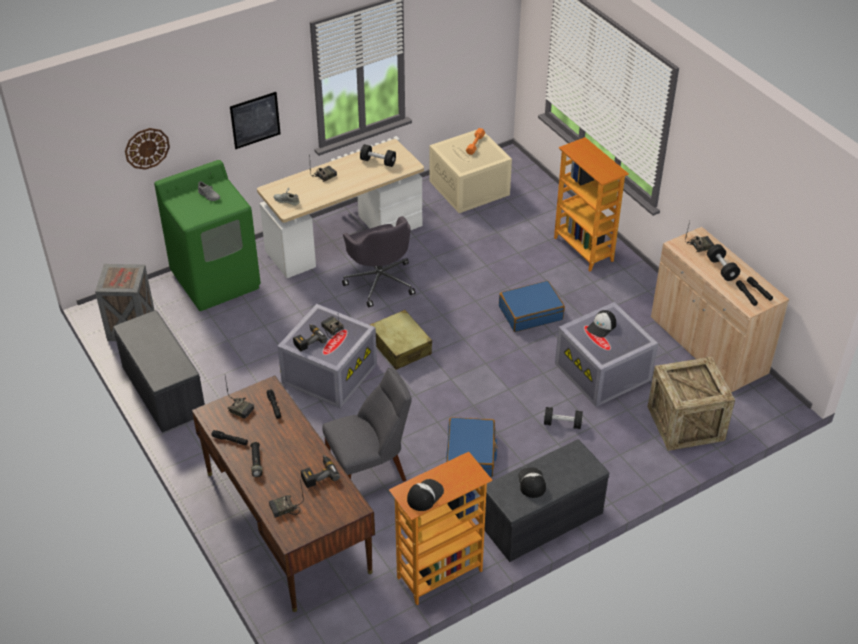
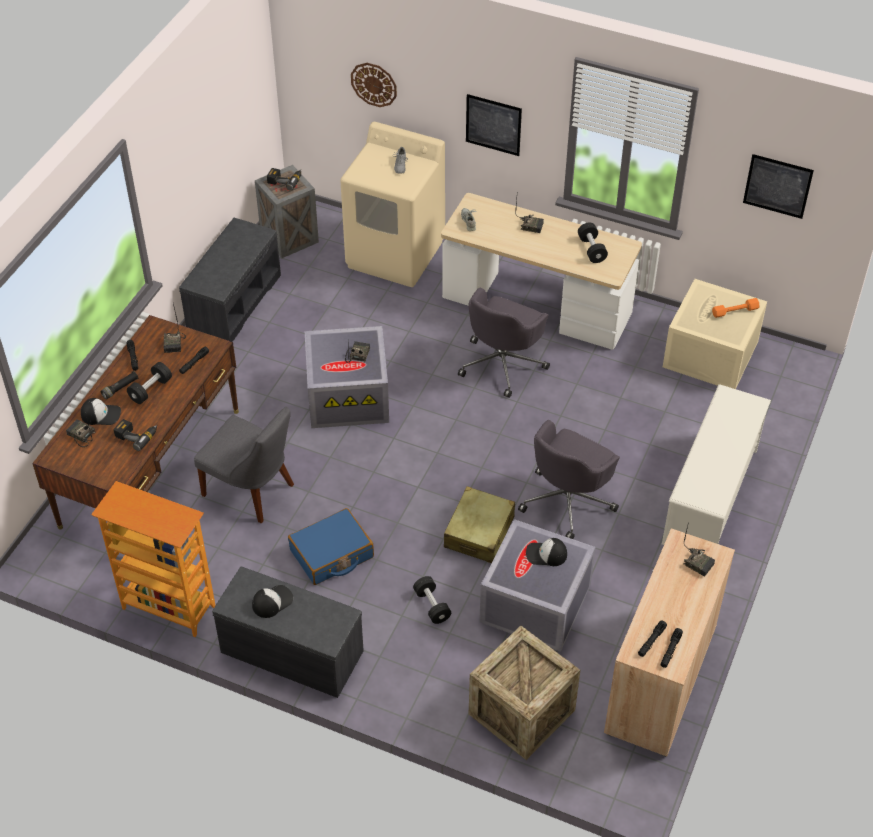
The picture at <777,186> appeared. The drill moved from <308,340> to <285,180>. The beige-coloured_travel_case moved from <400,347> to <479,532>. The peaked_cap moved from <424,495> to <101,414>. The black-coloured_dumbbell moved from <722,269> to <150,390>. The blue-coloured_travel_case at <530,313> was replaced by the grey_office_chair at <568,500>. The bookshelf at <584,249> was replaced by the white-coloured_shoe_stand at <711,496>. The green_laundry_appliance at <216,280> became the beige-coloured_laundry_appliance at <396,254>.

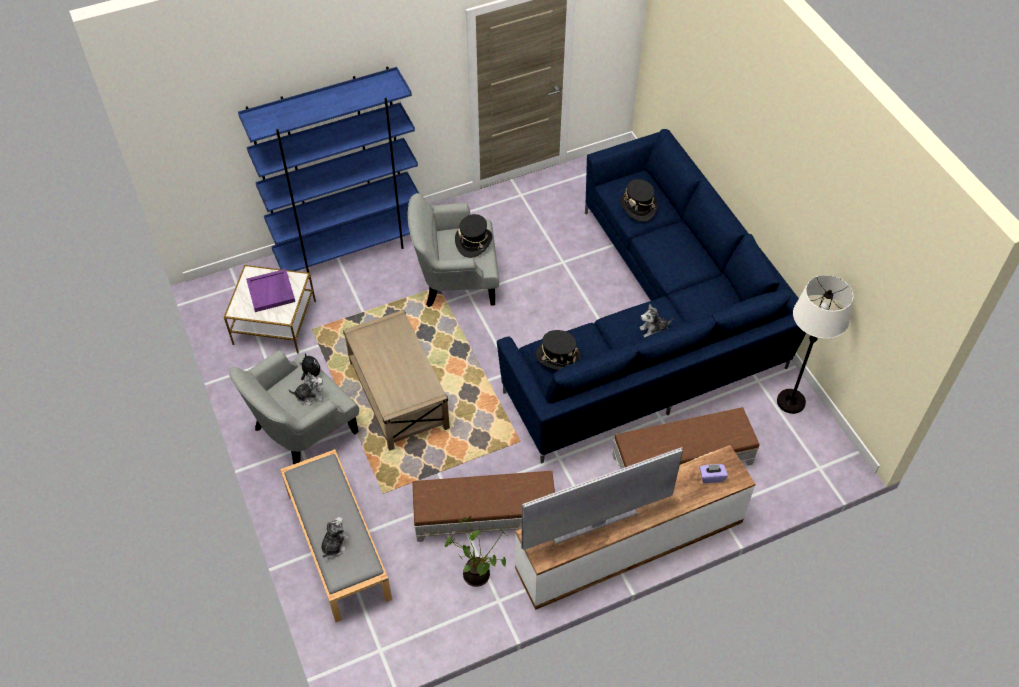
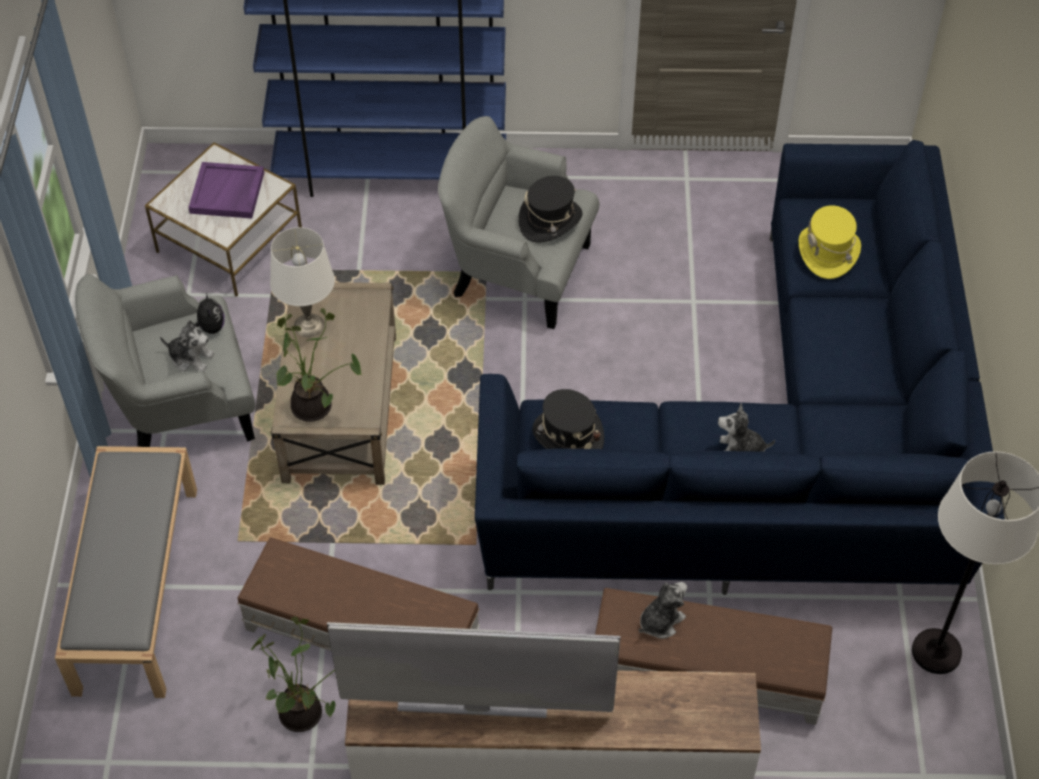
The purple-coloured_tissue_box at <711,477> disappeared. The white-coloured_lamp_for_a_table at <308,325> appeared. The potted_plant at <315,407> appeared. The soft_toy moved from <334,545> to <660,621>. The black-coloured_clothing_hat at <638,207> became the yellow-coloured_clothing_hat at <828,252>.

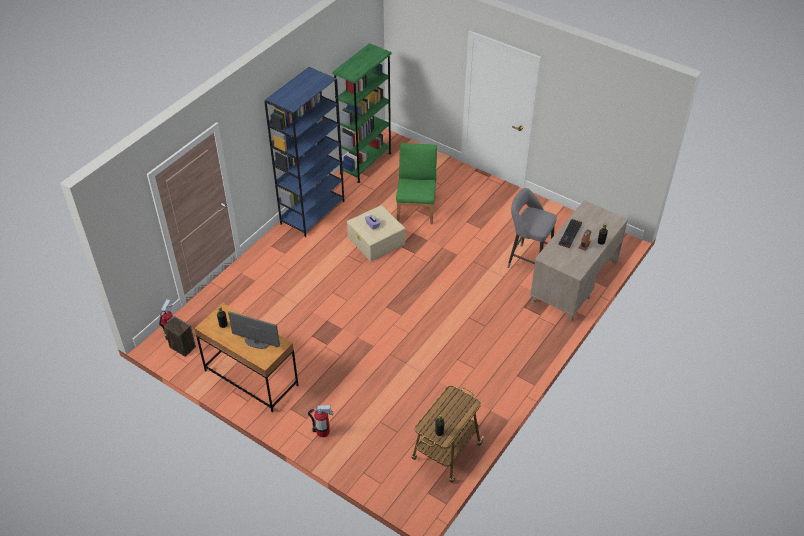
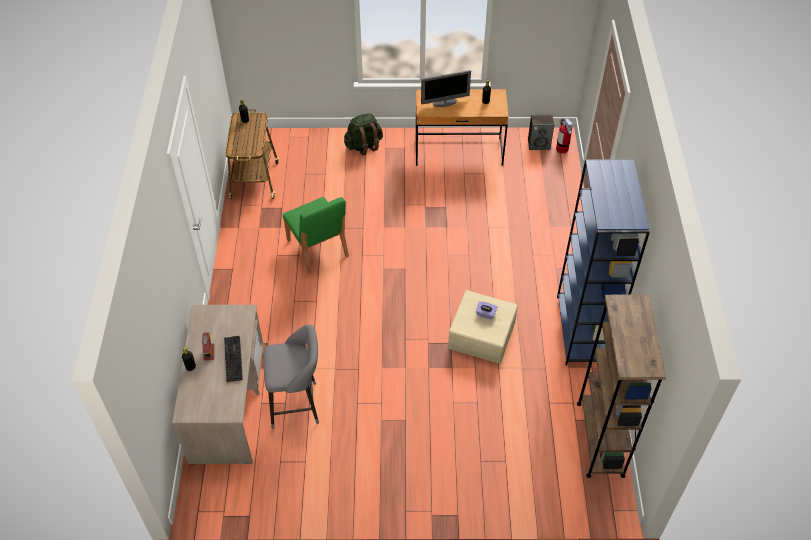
The green_chair moved from <416,209> to <317,249>. The fire_extinguisher at <322,431> was replaced by the green_knapsack at <364,145>. The green_bookshelf at <365,163> became the brown_bookshelf at <600,439>.

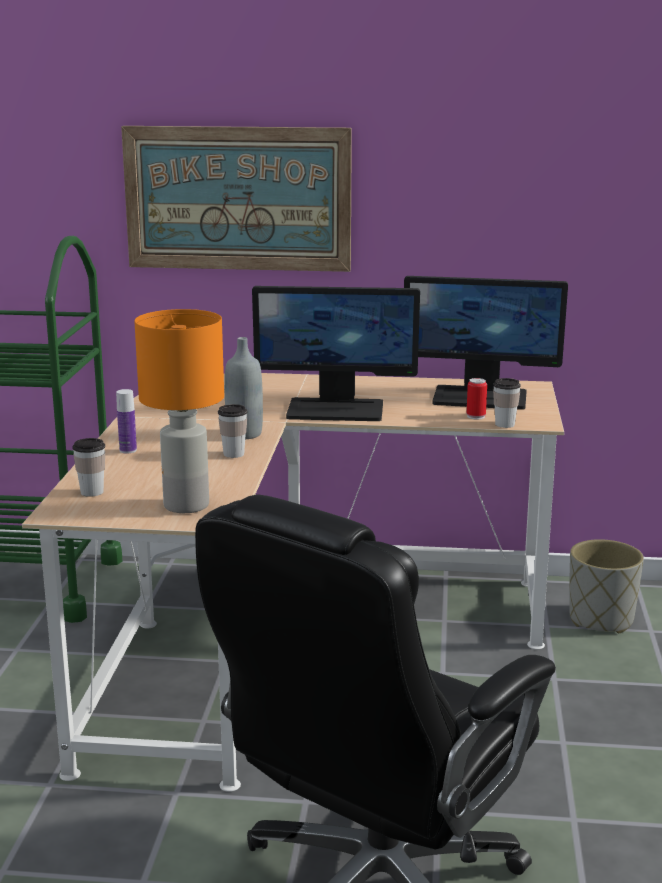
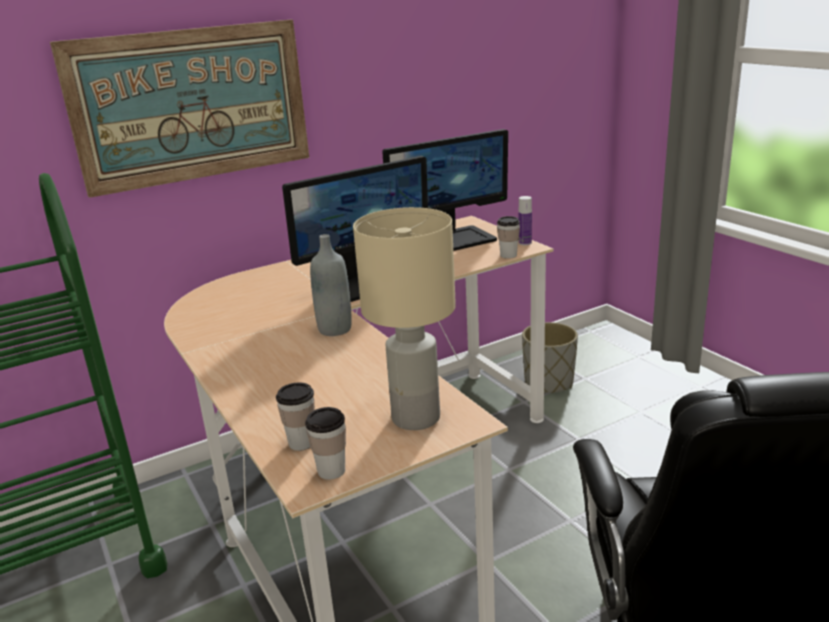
The metal_can at <476,416> disappeared. The bottle moved from <128,450> to <525,243>. The cup moved from <233,454> to <331,471>. The orangey_lamp_for_a_table at <185,506> became the beige-coloured_lamp_for_a_table at <416,419>.

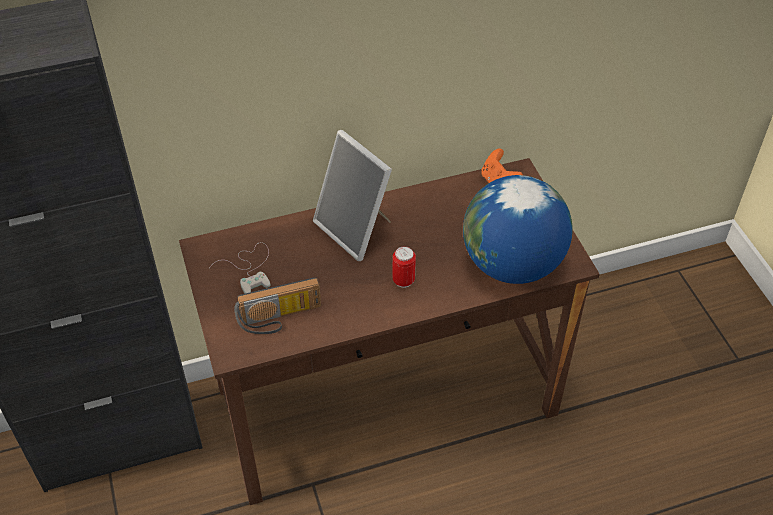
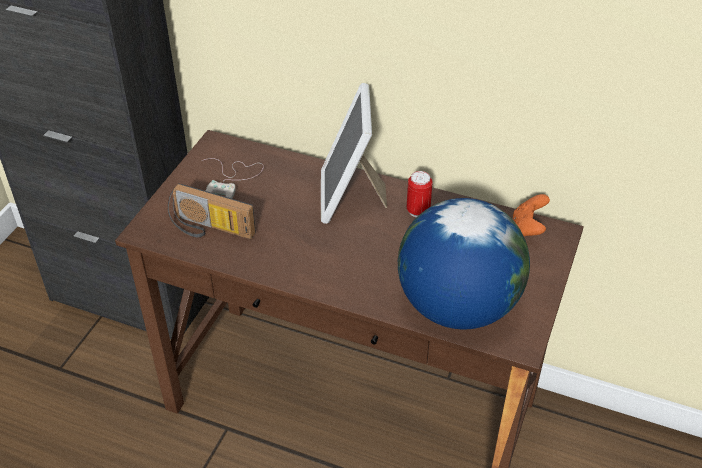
The metal_can moved from <403,280> to <418,211>.

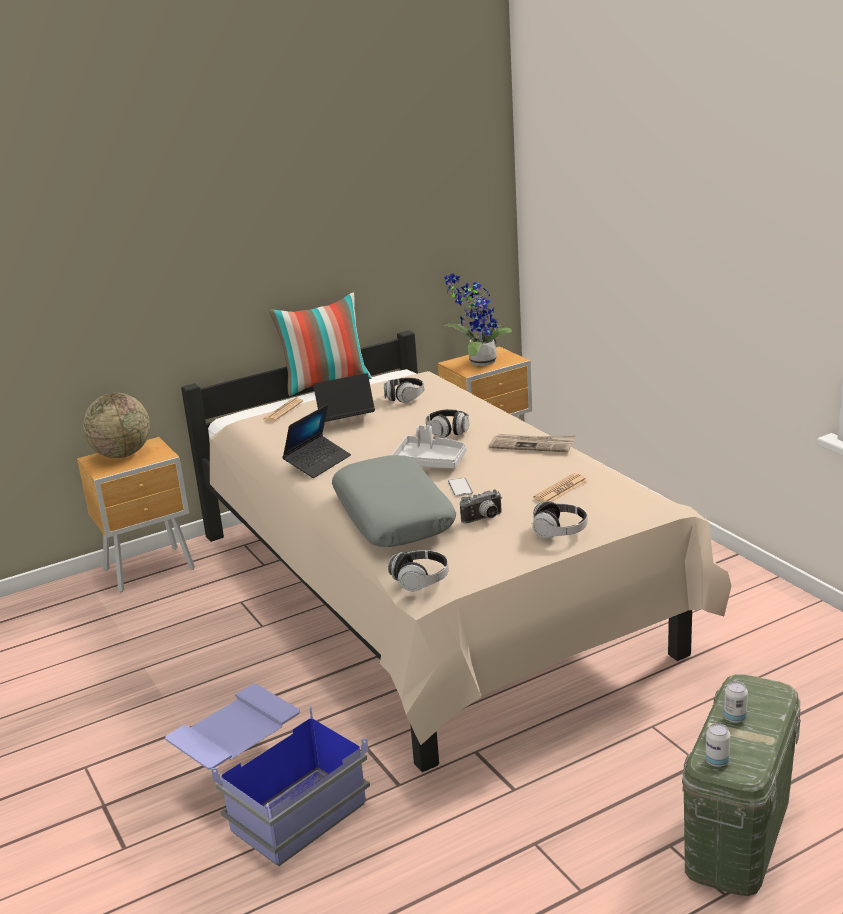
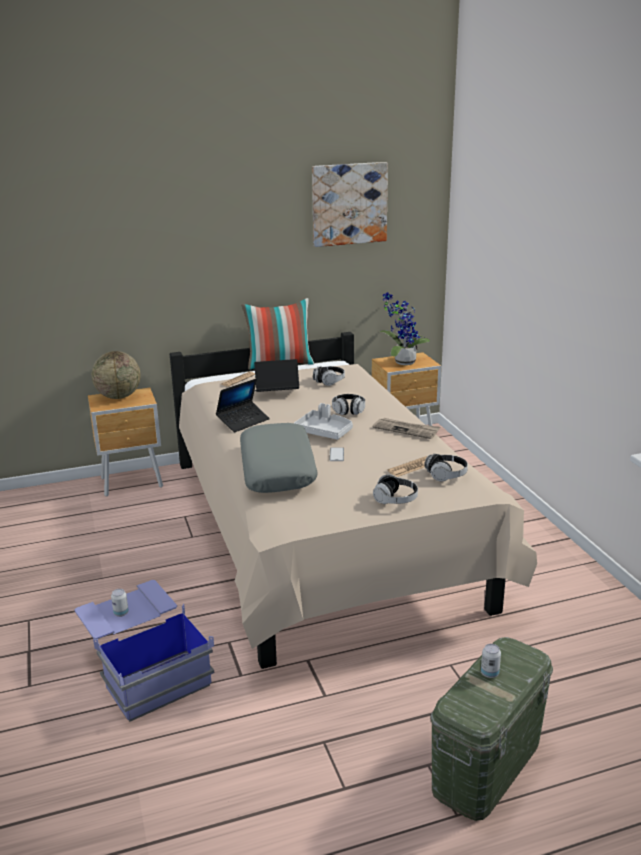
The photo_camera at <484,519> disappeared. The picture at <349,204> appeared. The headset moved from <420,580> to <446,475>. The metal_can moved from <717,761> to <121,613>.

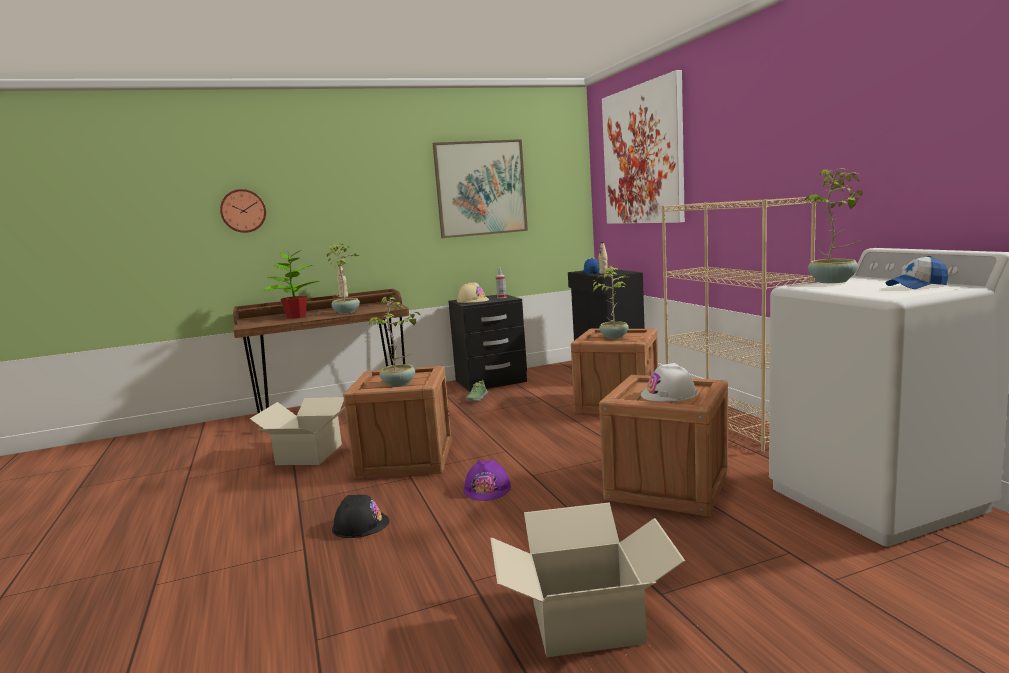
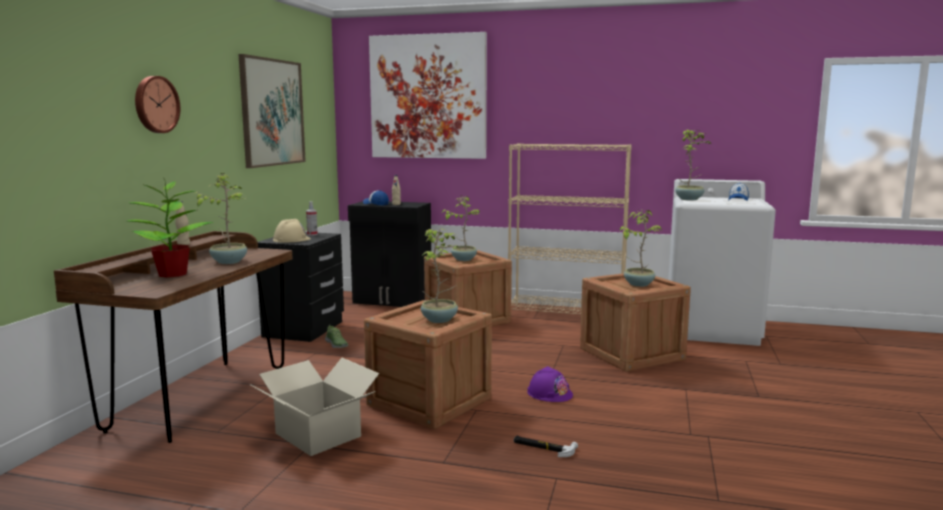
The cardboard_box at <586,621> disappeared. The wall_clock moved from <243,211> to <155,104>. The black-coloured_hard_hat at <360,525> was replaced by the hammer at <543,447>. The white-coloured_hard_hat at <669,394> was replaced by the potted_plant at <638,284>.

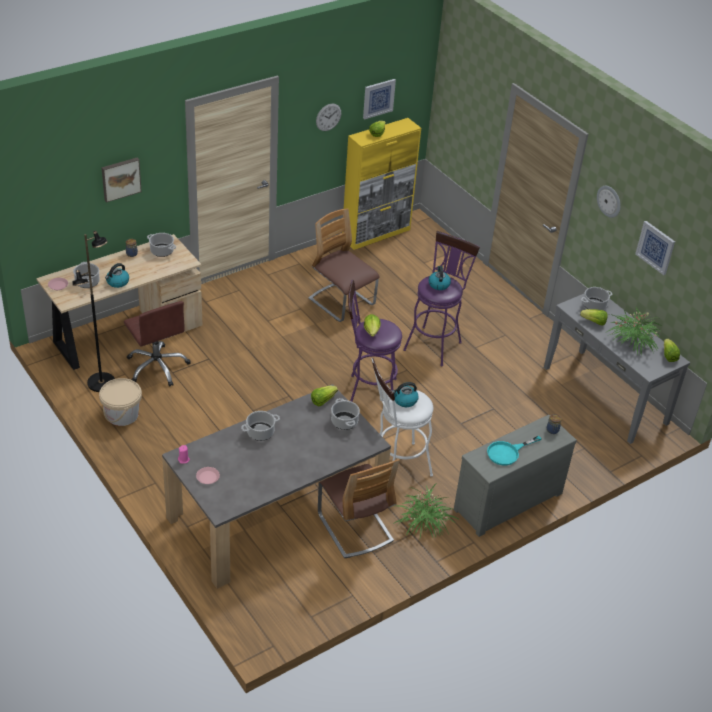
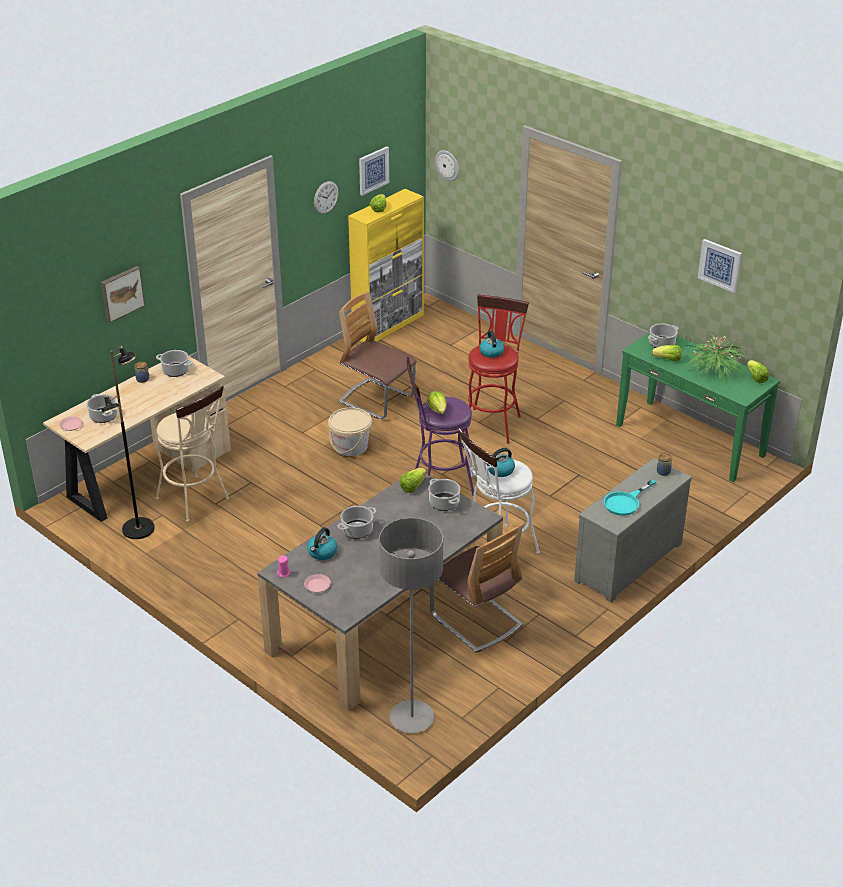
The potted_plant at <424,522> disappeared. The grey_standing_lamp at <412,718> appeared. The beige-coloured_water_bucket moved from <122,415> to <350,446>. The water_kettle moved from <117,282> to <322,553>. The wall_clock moved from <609,201> to <447,165>. The brown_office_chair at <157,367> was replaced by the beige-coloured_sitting_stool at <196,501>. The purple-coloured_sitting_stool at <434,343> became the reddish_sitting_stool at <492,422>. The grey_hall_table at <605,395> became the green_hall_table at <690,440>.

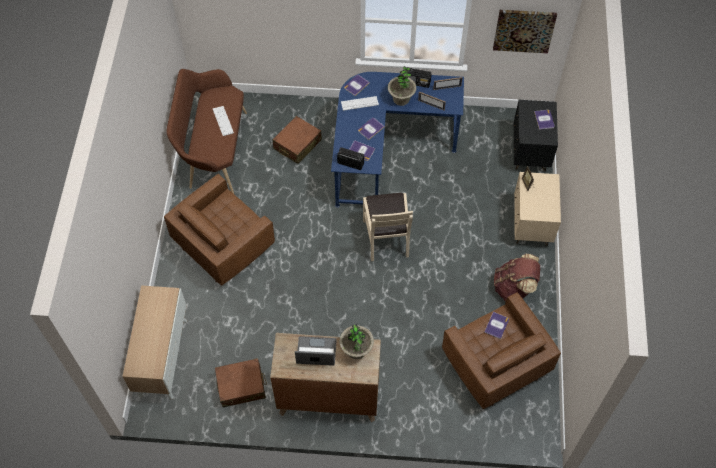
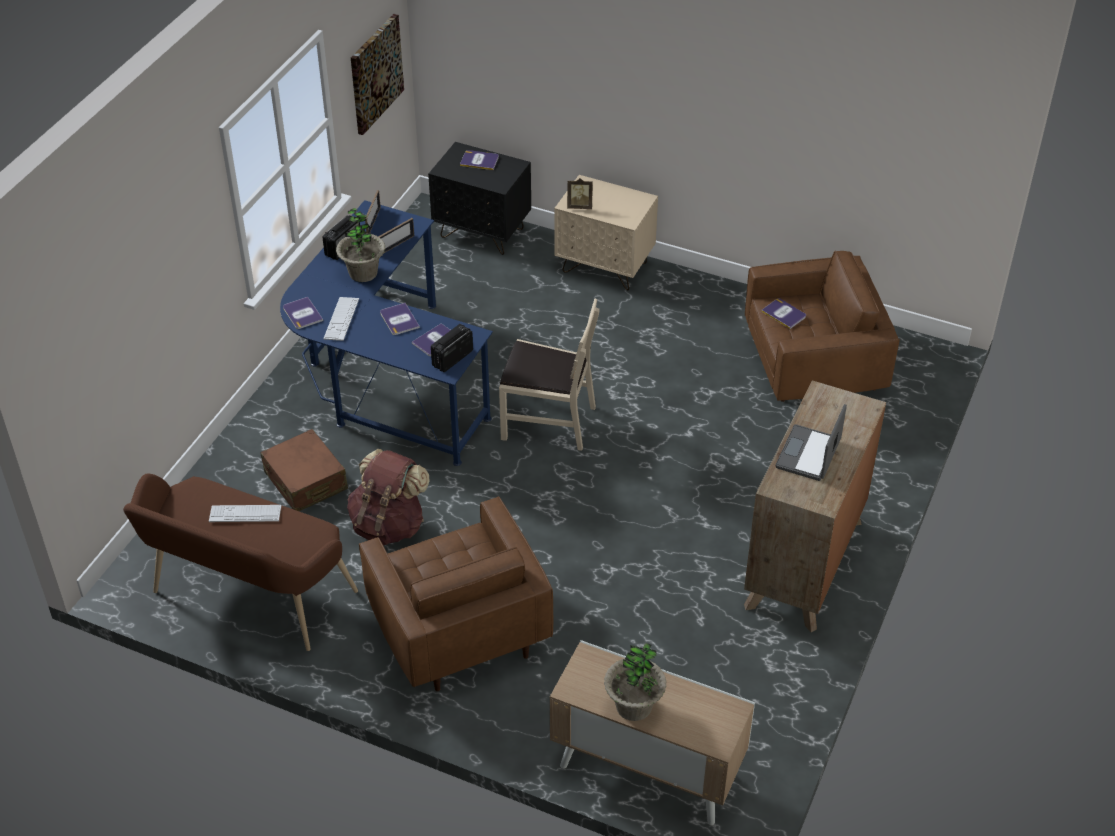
The brown_travel_case at <241,386> disappeared. The potted_plant moved from <356,350> to <634,706>. The brown_knapsack moved from <514,287> to <389,524>.

